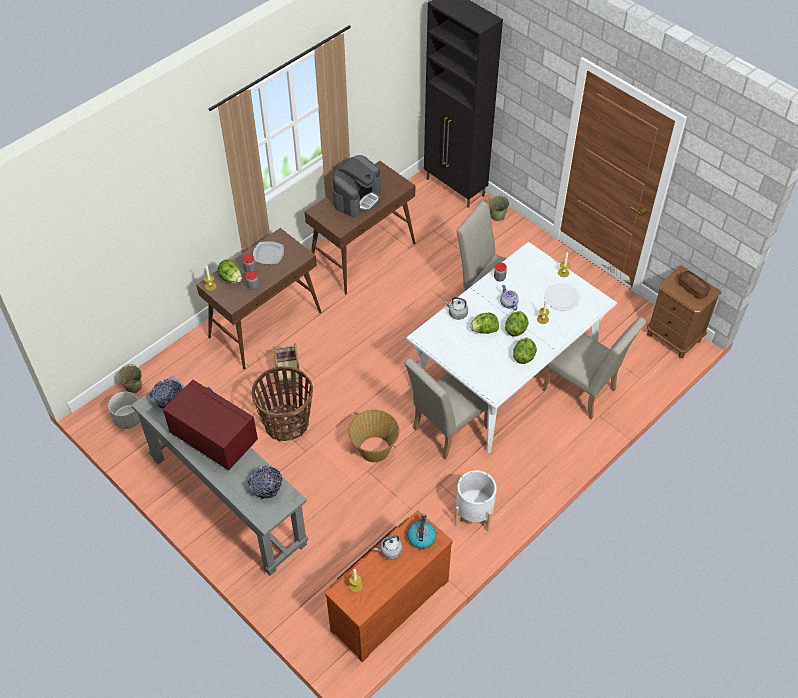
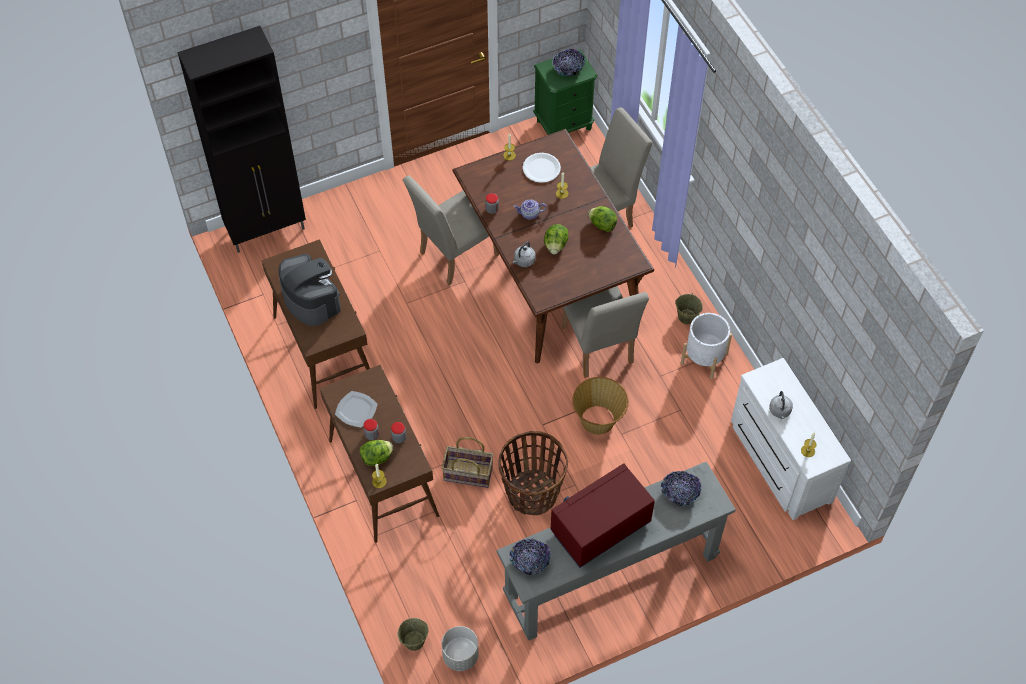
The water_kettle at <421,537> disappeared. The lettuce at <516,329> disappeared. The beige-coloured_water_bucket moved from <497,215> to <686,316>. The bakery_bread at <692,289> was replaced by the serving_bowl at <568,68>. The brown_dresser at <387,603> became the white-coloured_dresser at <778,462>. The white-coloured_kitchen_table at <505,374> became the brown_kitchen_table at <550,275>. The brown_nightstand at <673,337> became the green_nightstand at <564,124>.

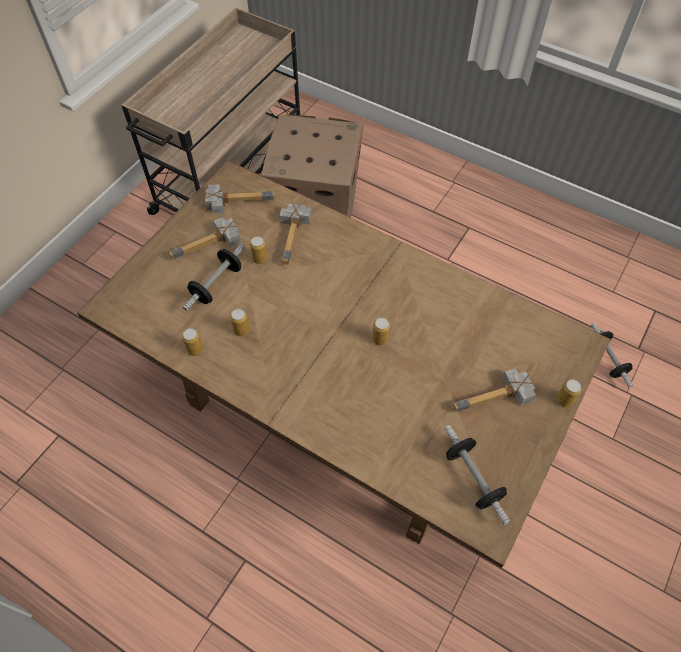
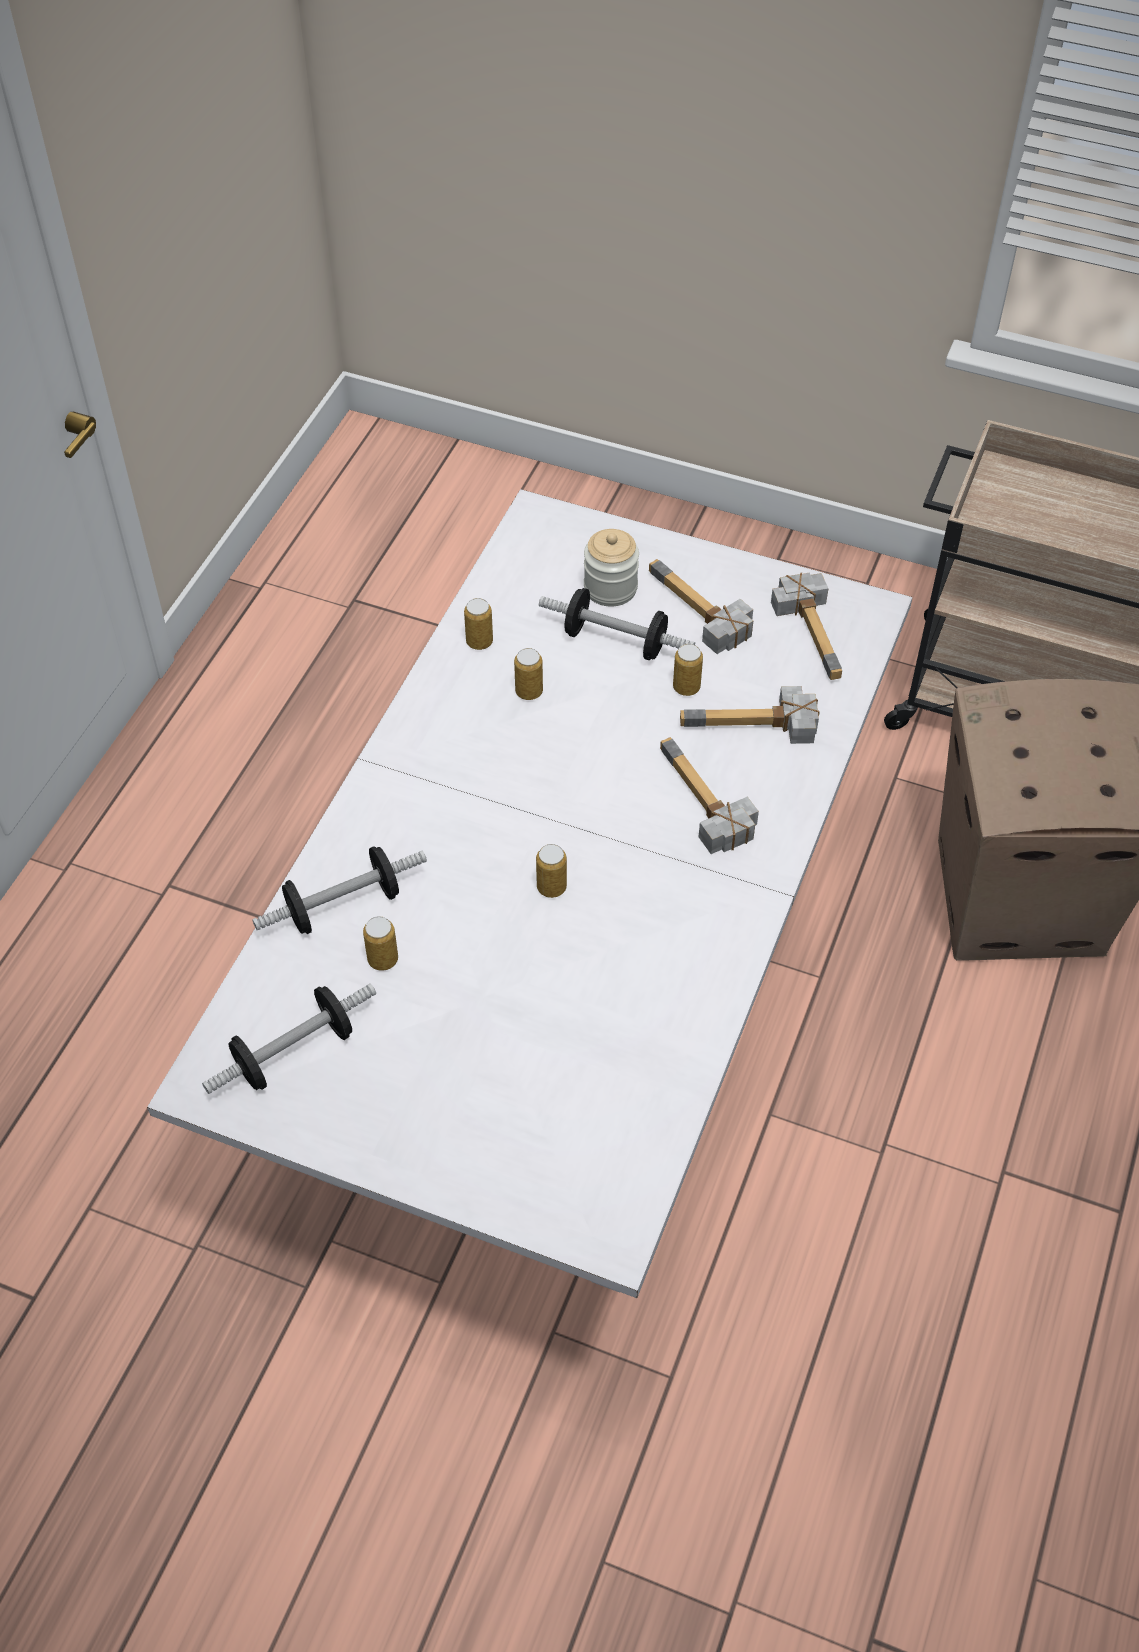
The jar at <610,588> appeared. The hammer moved from <496,401> to <697,804>. The metal_can moved from <564,400> to <383,959>. The dumbbell moved from <607,360> to <343,906>. The brown_kitchen_table at <342,408> became the white-coloured_kitchen_table at <568,1014>.

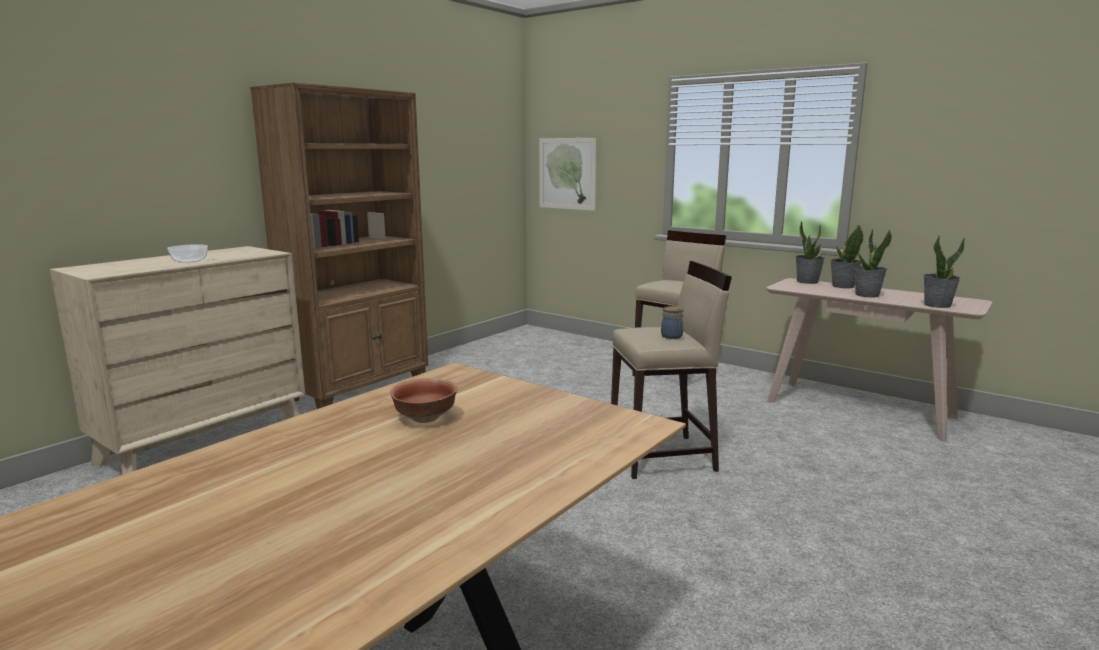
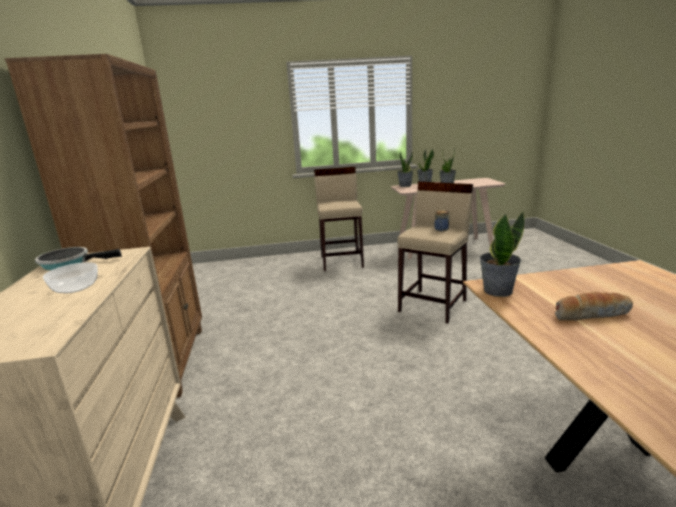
The picture at <567,173> disappeared. The skillet at <69,263> appeared. The potted_plant moved from <937,305> to <497,290>. The serving_bowl at <426,419> was replaced by the bakery_bread at <591,314>.

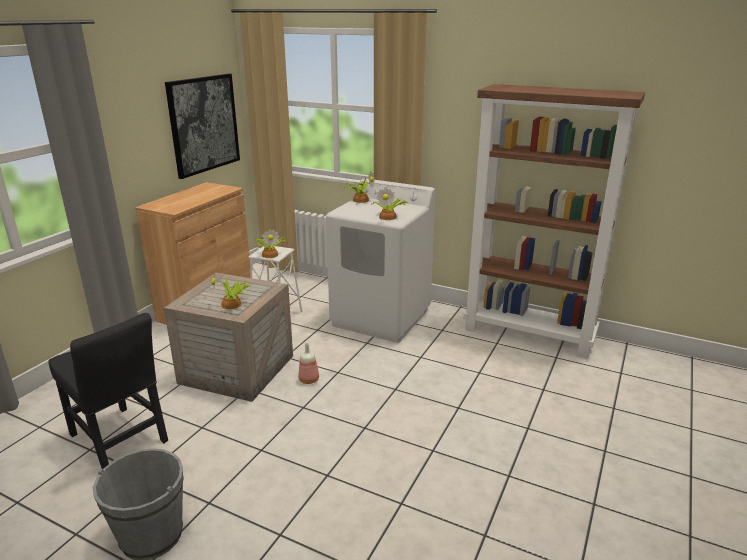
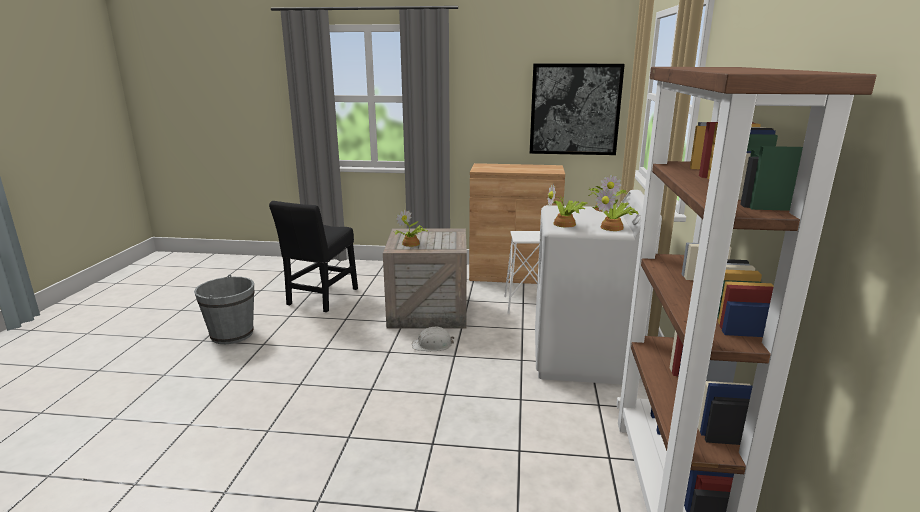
The potted_plant moved from <270,254> to <613,227>. The bottle at <309,380> was replaced by the white-coloured_hard_hat at <432,345>.

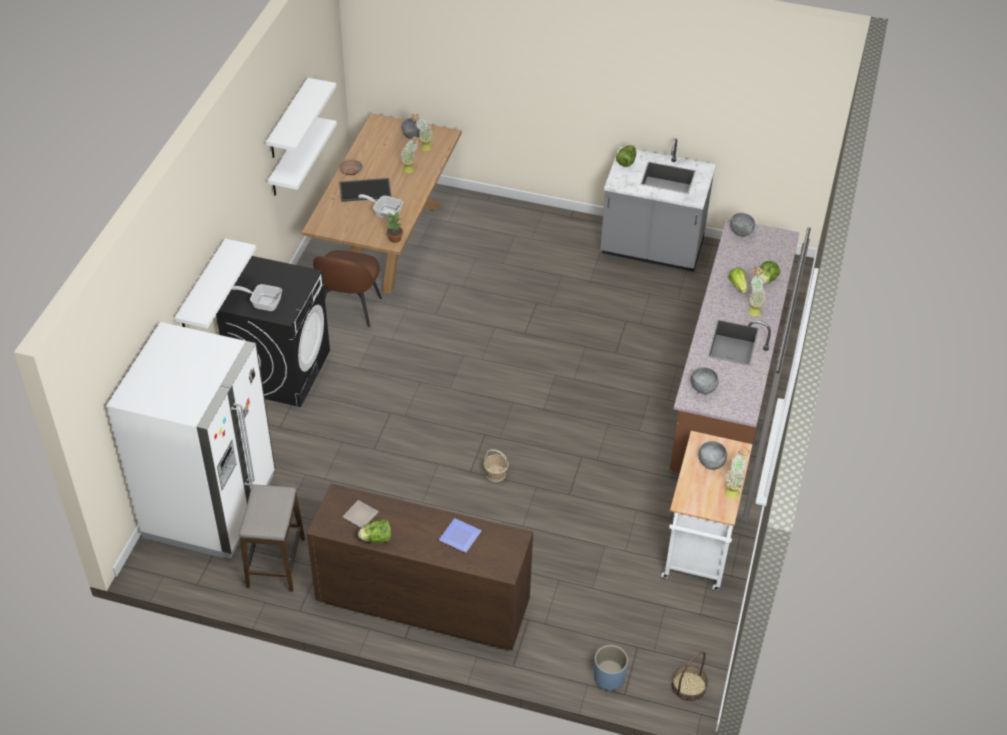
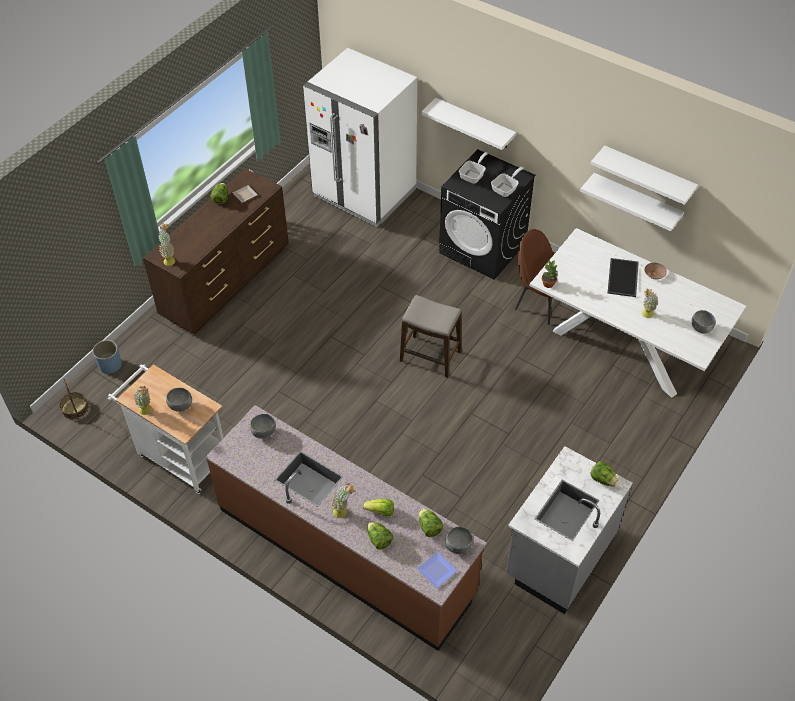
The household_basket at <495,474> disappeared. The lettuce at <429,527> appeared. The sitting_stool moved from <275,563> to <430,356>. The skillet moved from <385,212> to <506,189>. The potted_plant moved from <423,148> to <169,259>. The plate moved from <459,535> to <438,570>. The brown_kitchen_table at <389,241> became the white-coloured_kitchen_table at <623,345>.

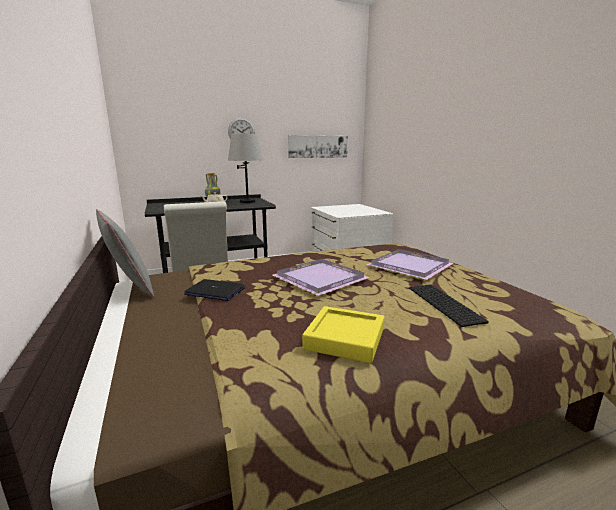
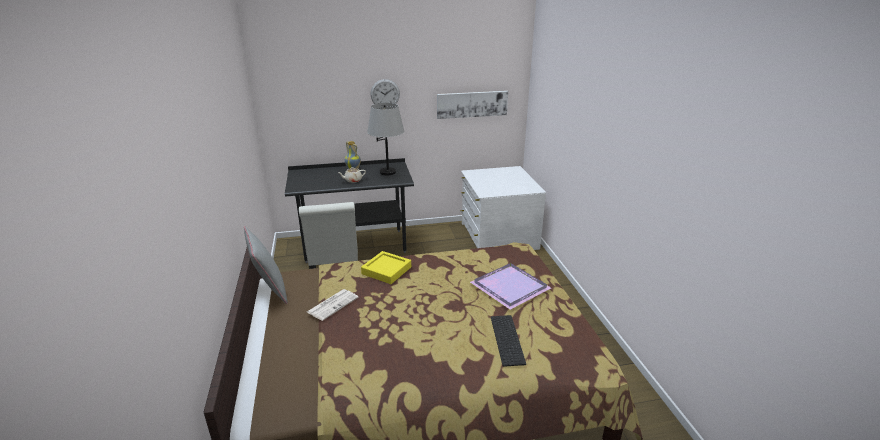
The purple-coloured_tray at <320,278> disappeared. The yellow-coloured_tray moved from <345,339> to <386,270>. The notebook_computer at <214,291> was replaced by the daily_paper at <333,304>.

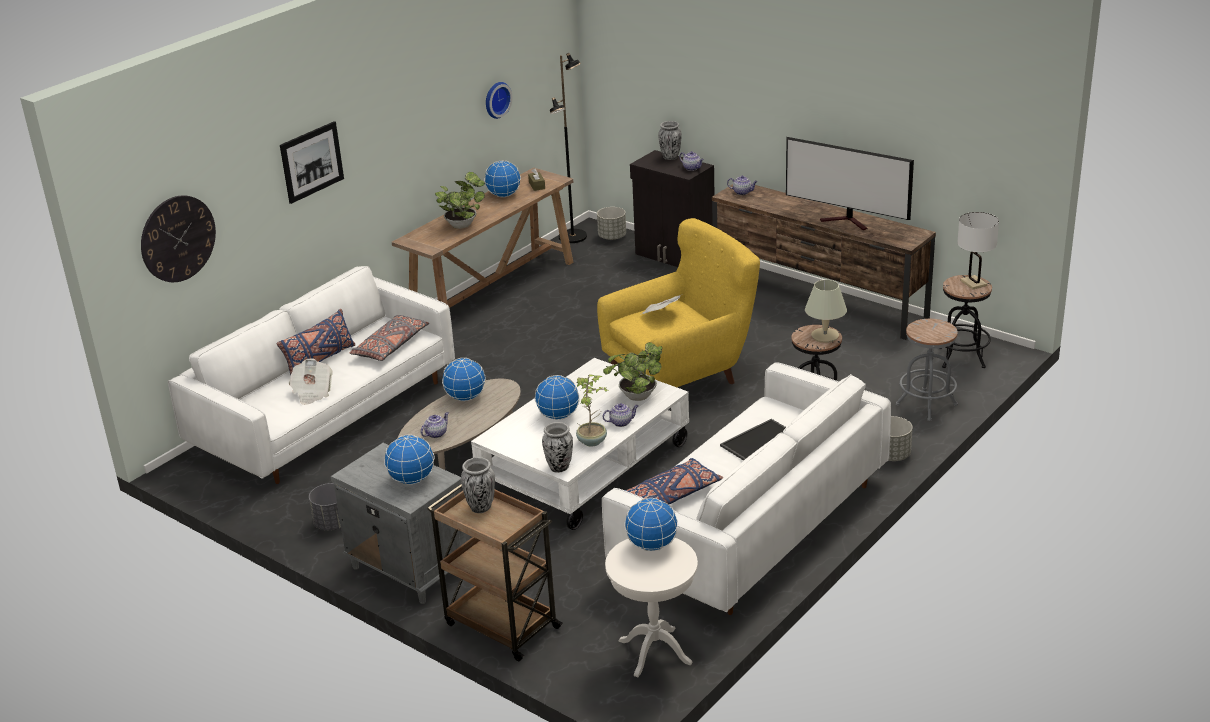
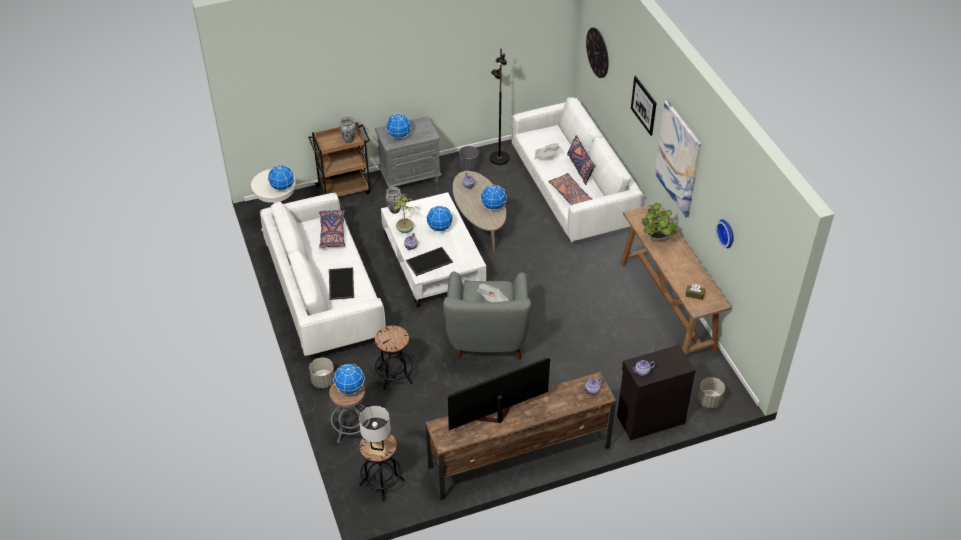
The vase at <670,157> disappeared. The beige-coloured_lamp_for_a_table at <824,336> disappeared. The picture at <678,159> appeared. The world_globe moved from <503,195> to <350,388>. The black-coloured_standing_lamp moved from <573,237> to <499,158>. The potted_plant at <635,397> was replaced by the tray at <429,262>. The yellow-coloured_easy_chair at <680,374> became the grey_easy_chair at <487,340>.

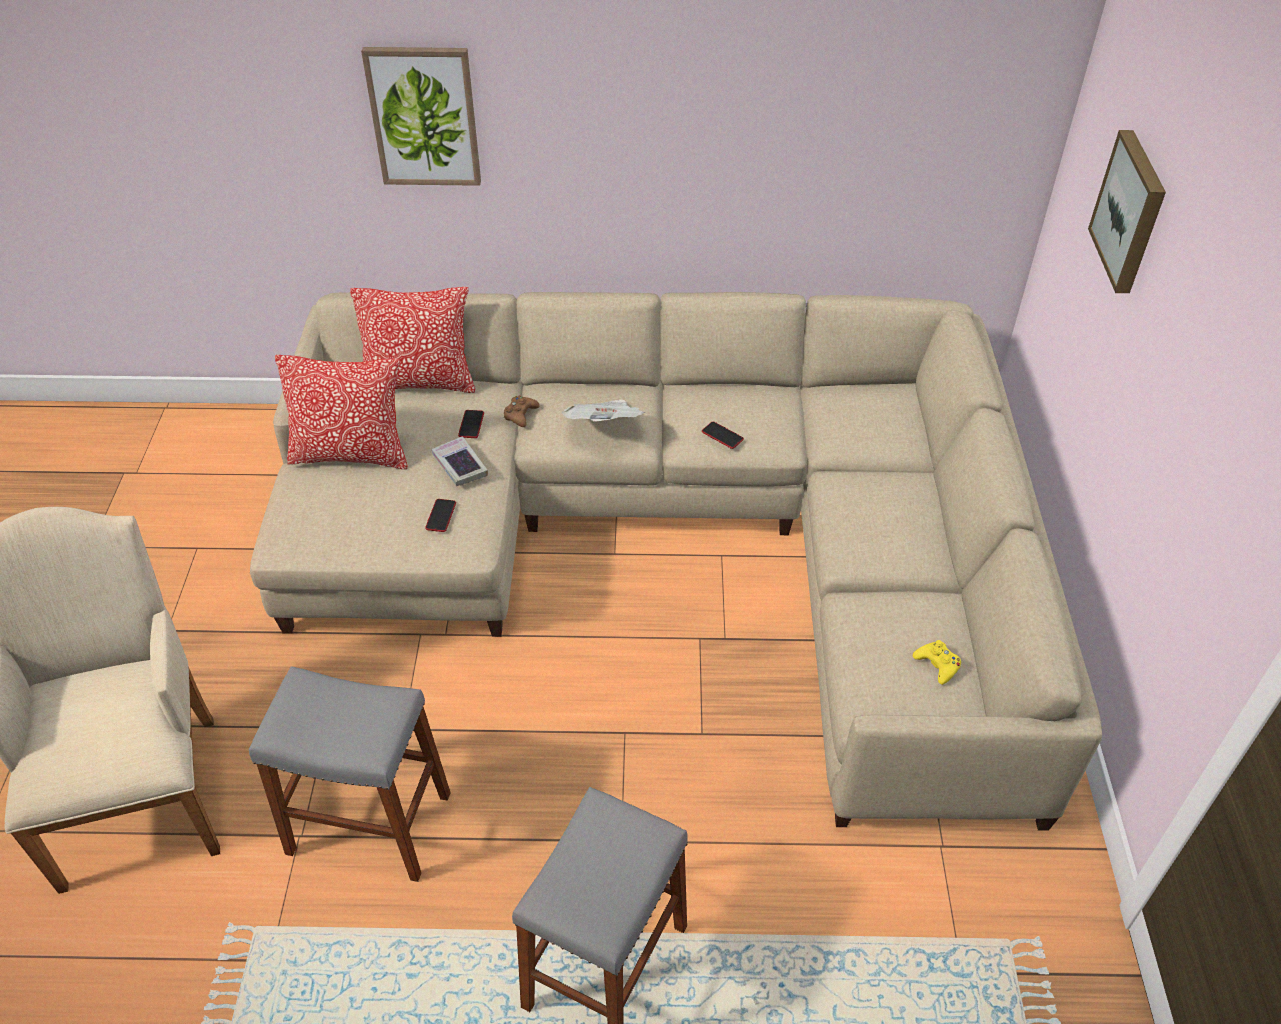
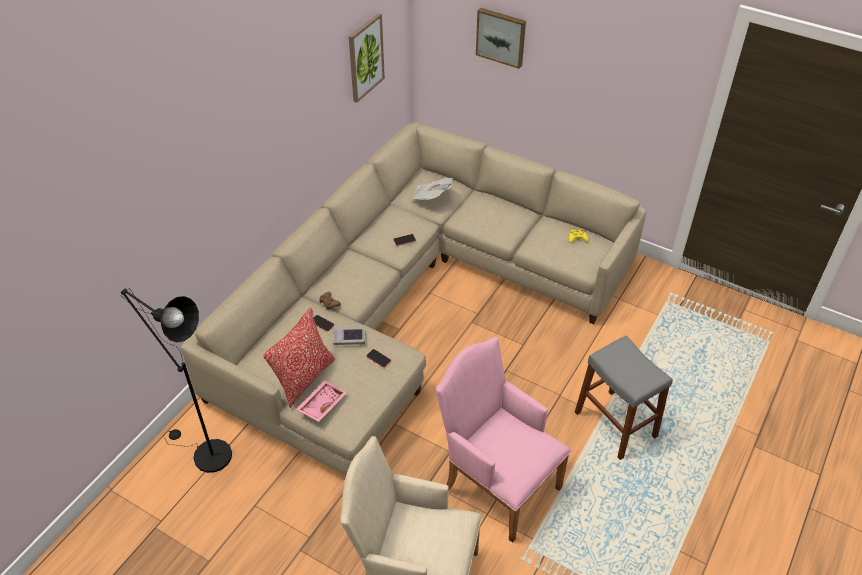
The cushion at <420,382> disappeared. The black-coloured_standing_lamp at <205,454> appeared. The pink-coloured_tray at <321,404> appeared. The picture moved from <424,116> to <365,57>. The daily_paper moved from <604,427> to <431,197>. The grey_sitting_stool at <369,823> was replaced by the pink-coloured_easy_chair at <497,483>.

